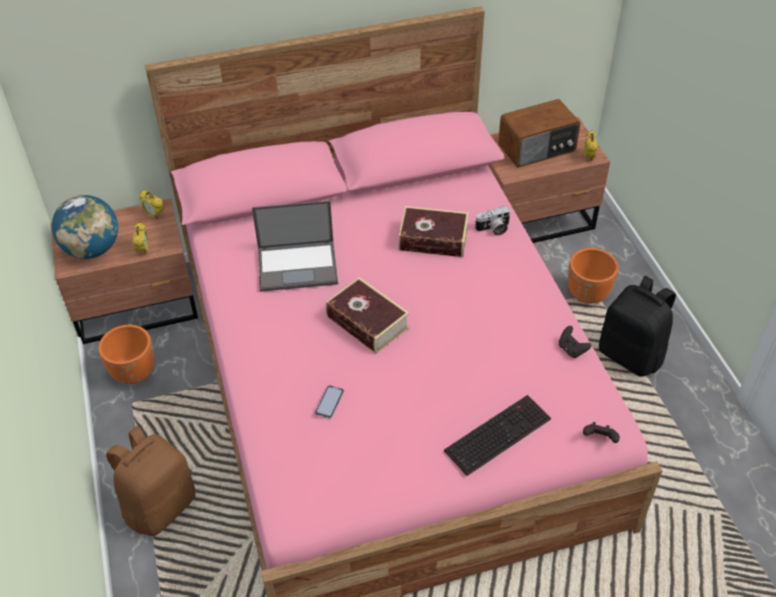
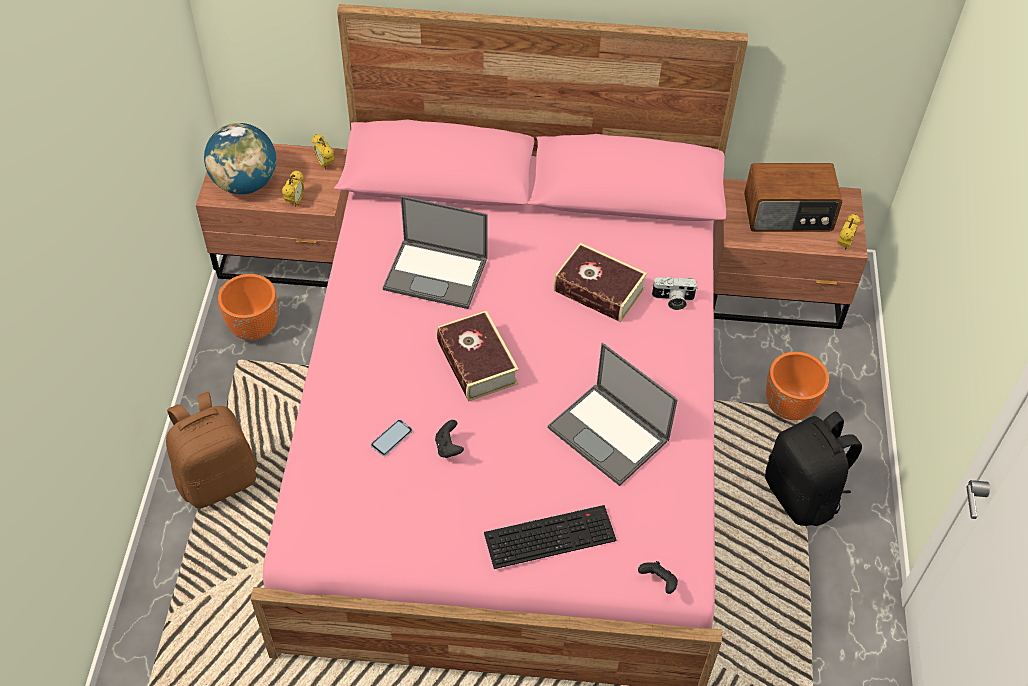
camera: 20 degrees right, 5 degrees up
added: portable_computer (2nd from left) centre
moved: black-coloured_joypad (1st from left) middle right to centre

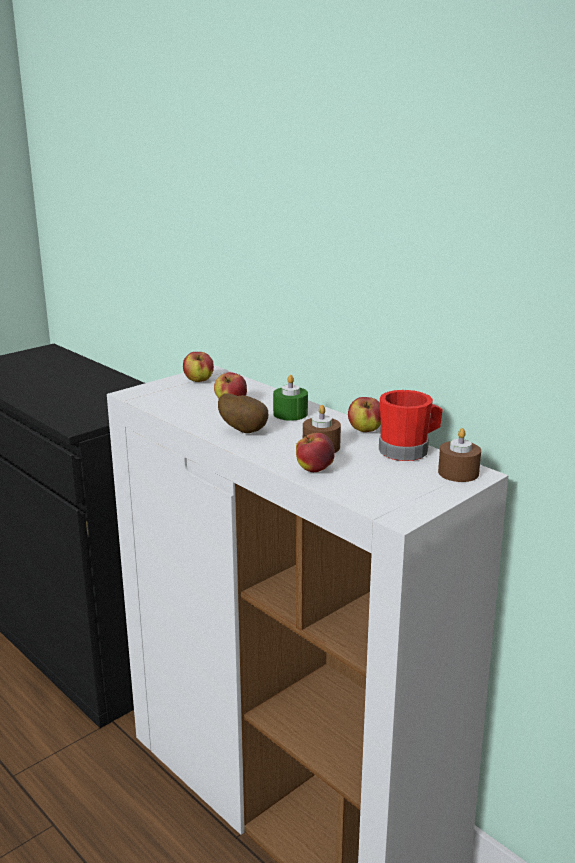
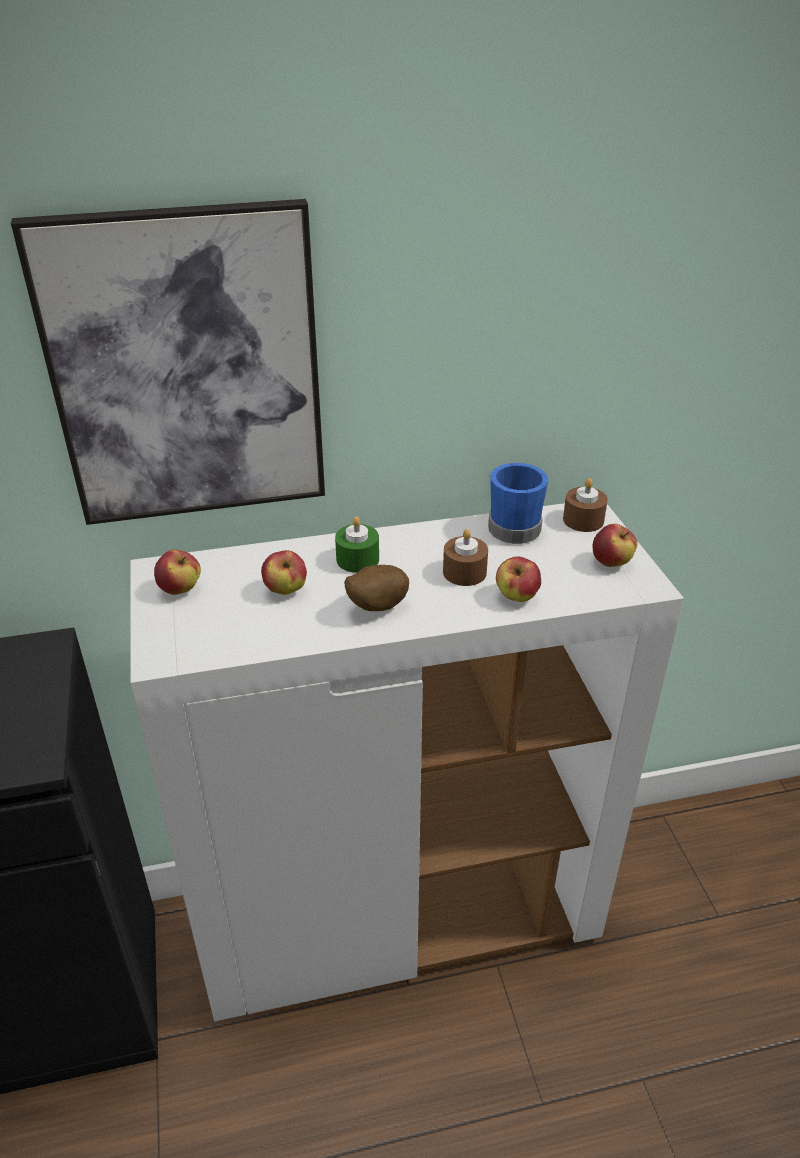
camera: 60 degrees left, 15 degrees up
added: wall_art top left
moved: apple (4th from left) centre to middle right
recoloured: reddish_coffee_mug middle right to blue_coffee_mug centre

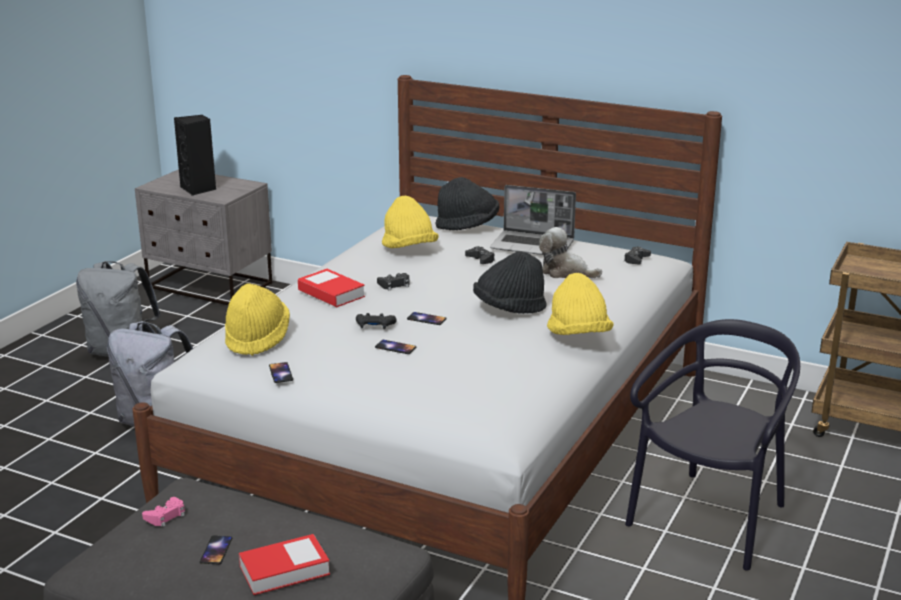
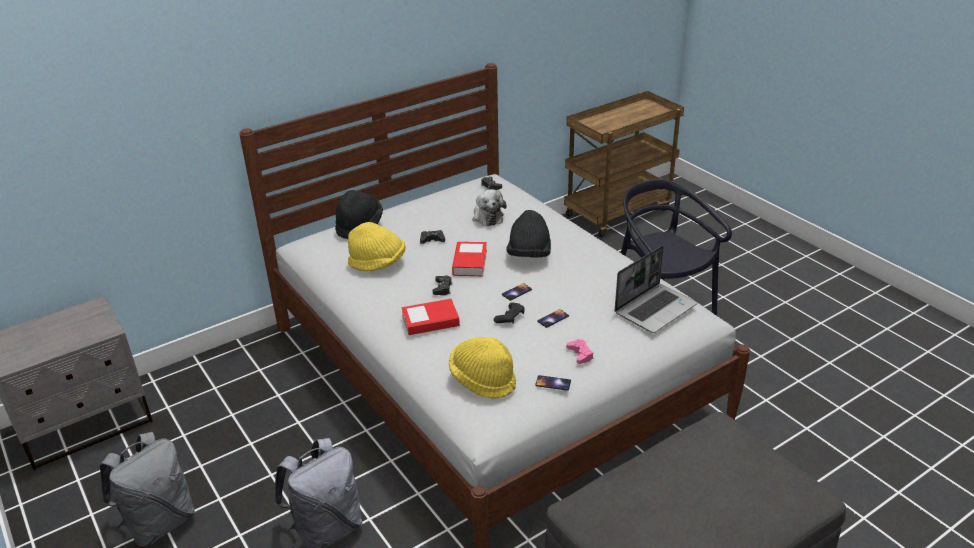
camera: 60 degrees left, 10 degrees up
removed: black-coloured_audio_speaker top left; telephone (1st from left) bottom left; yellowish_wearable_hat (3rd from left) centre
moved: volume (1st from left in the first image) bottom left to volume (2nd from left) centre; pinkish_joypad bottom left to centre; portable_computer centre to middle right
turned: cuddly_toy centre = centre 75 degrees counterclockwise

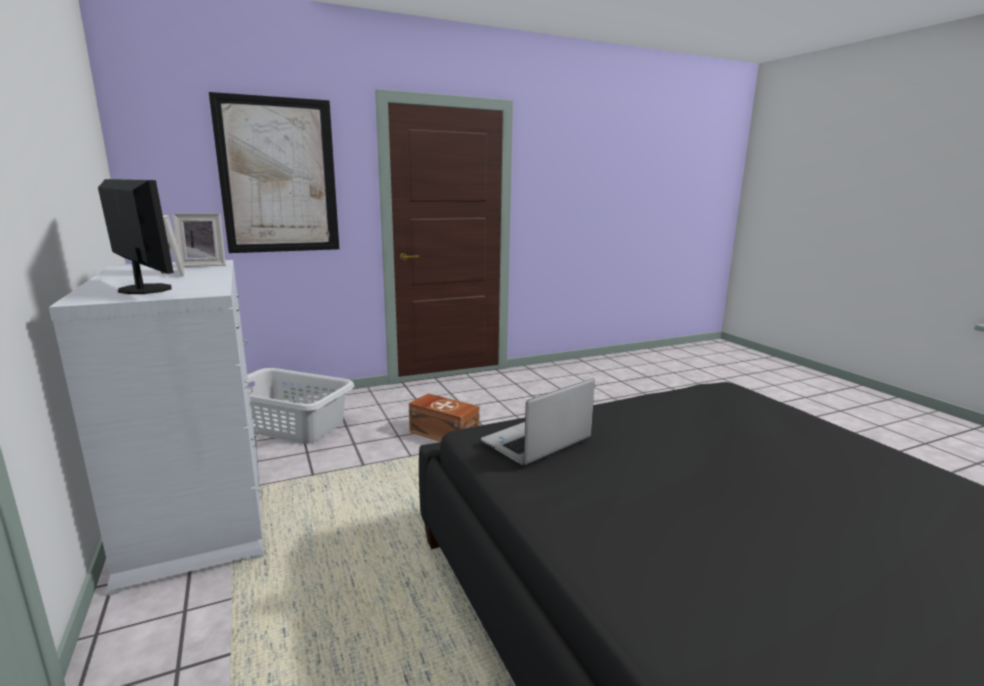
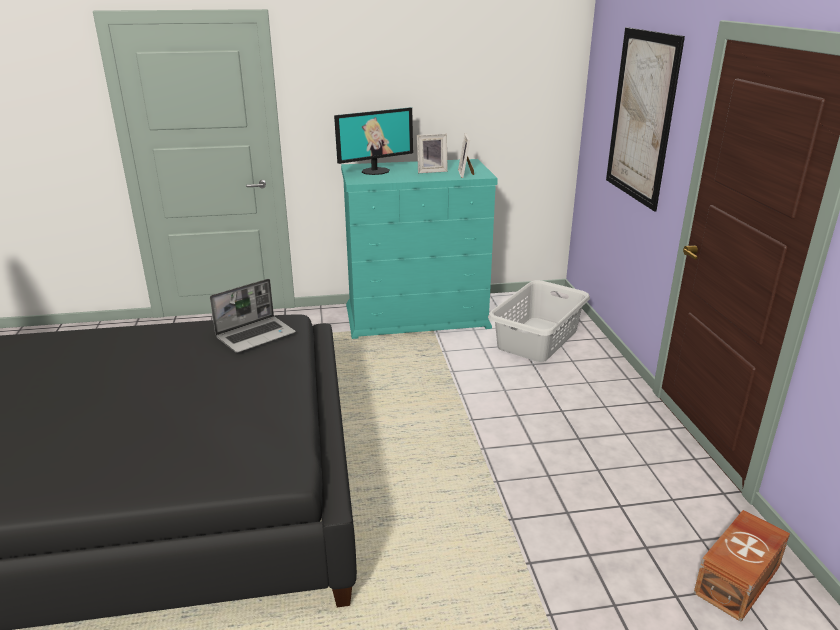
camera: 105 degrees right, 10 degrees up
moved: brownish_storage_container centre to bottom right
recoloured: white_dresser middle left to turquoise_dresser centre
turned: portable_computer centre = middle left 75 degrees clockwise

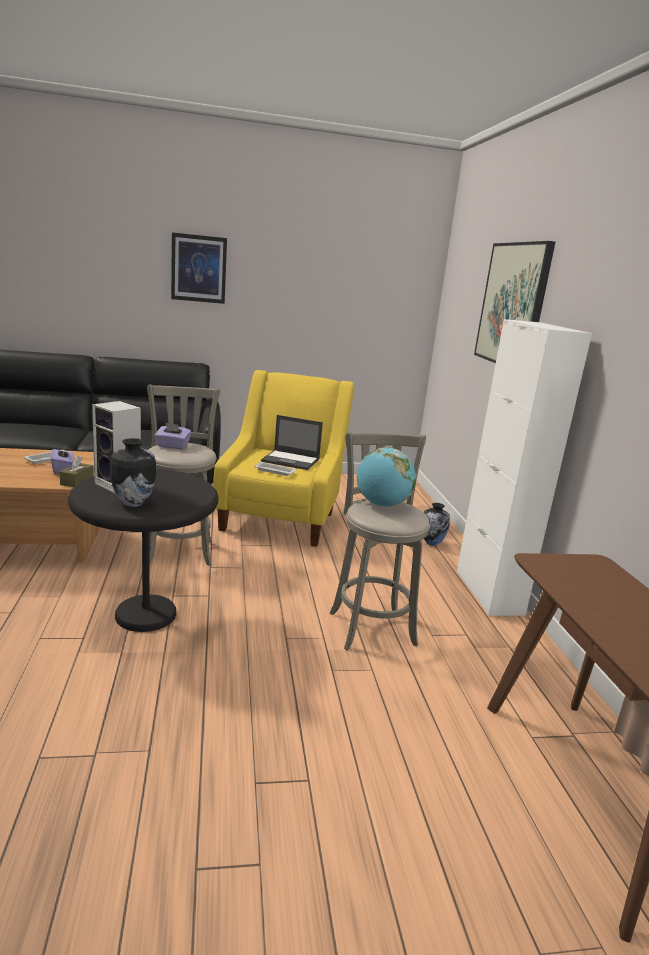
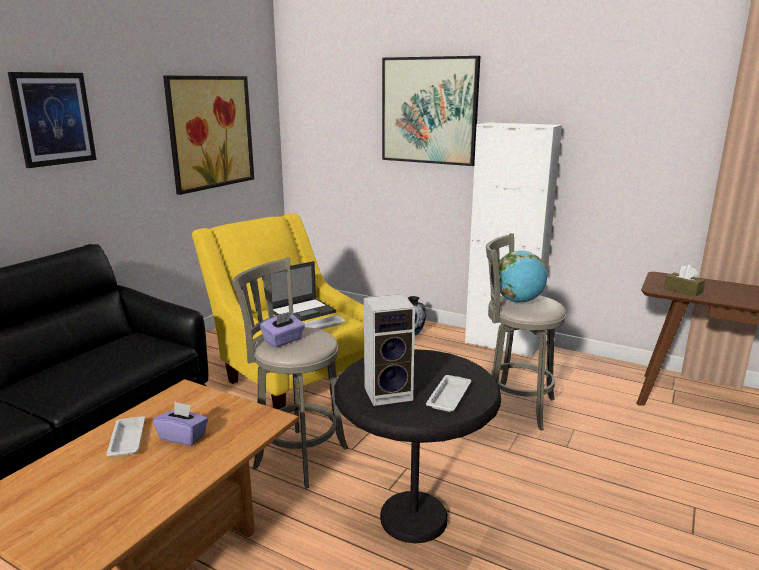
camera: 50 degrees left, 0 degrees up
added: wall_art (2nd from left) top left
moved: brownish_box_of_tissues middle left to middle right
replaced: vase (1st from left) middle left to white_serving_tray (3rd from left) bottom centre

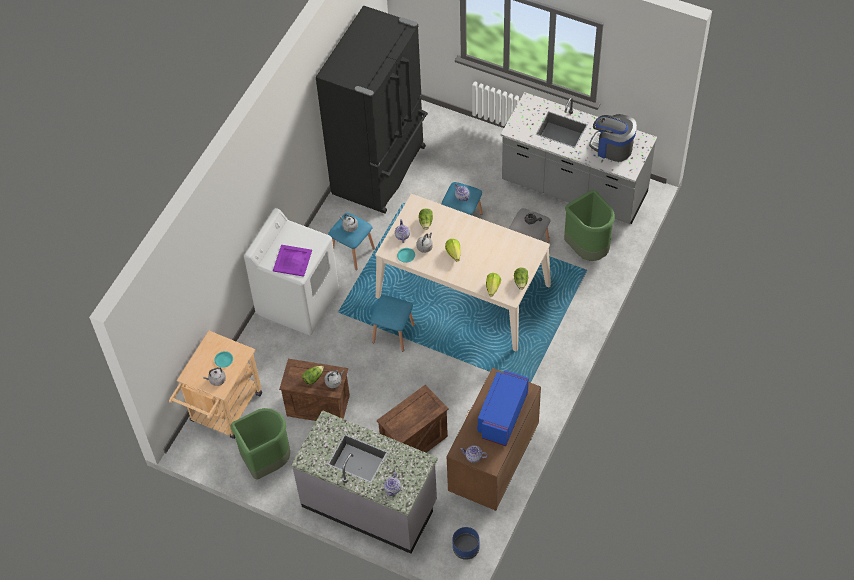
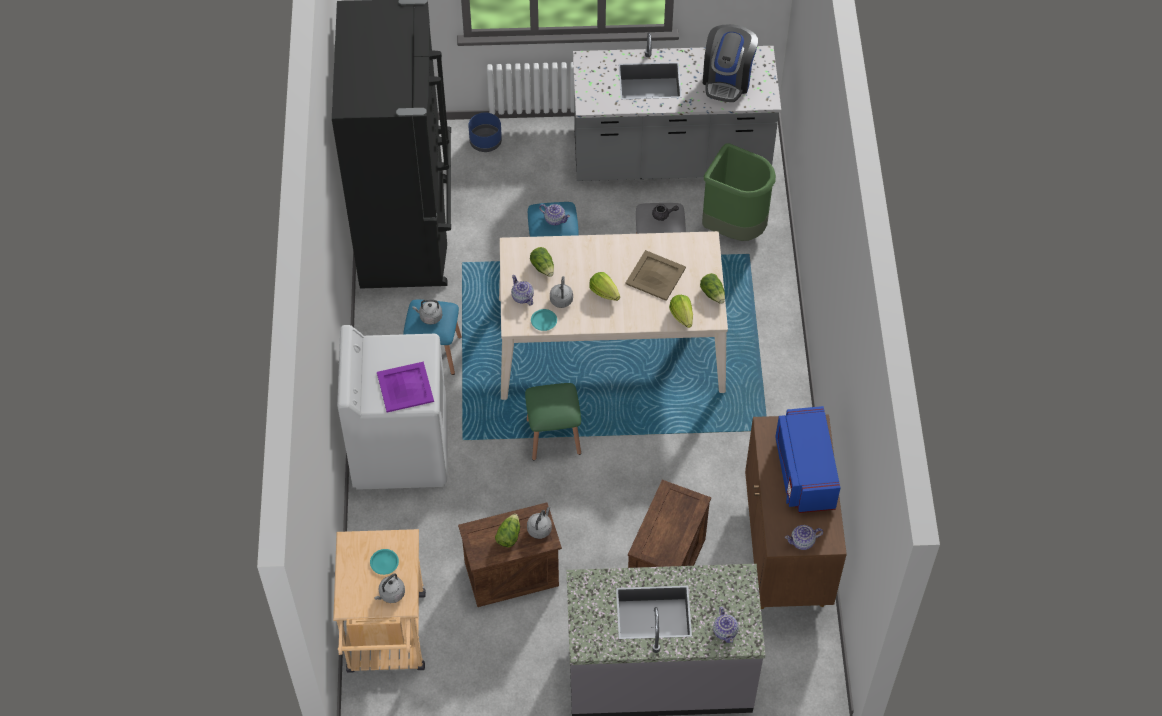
camera: 30 degrees left, 0 degrees up
removed: green_rubbish_bin (1st from left) bottom left
added: beige-coloured_serving_tray centre
moved: blue_flower_pot bottom centre to top centre
recoloured: blue_stool_seat (2nd from left) centre to green_stool_seat centre
turned: coffee_brewer top right = top centre 75 degrees counterclockwise

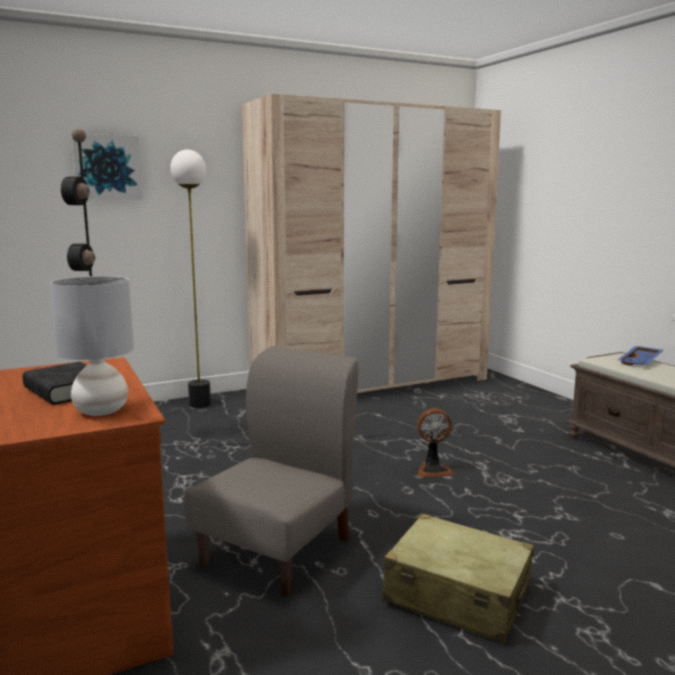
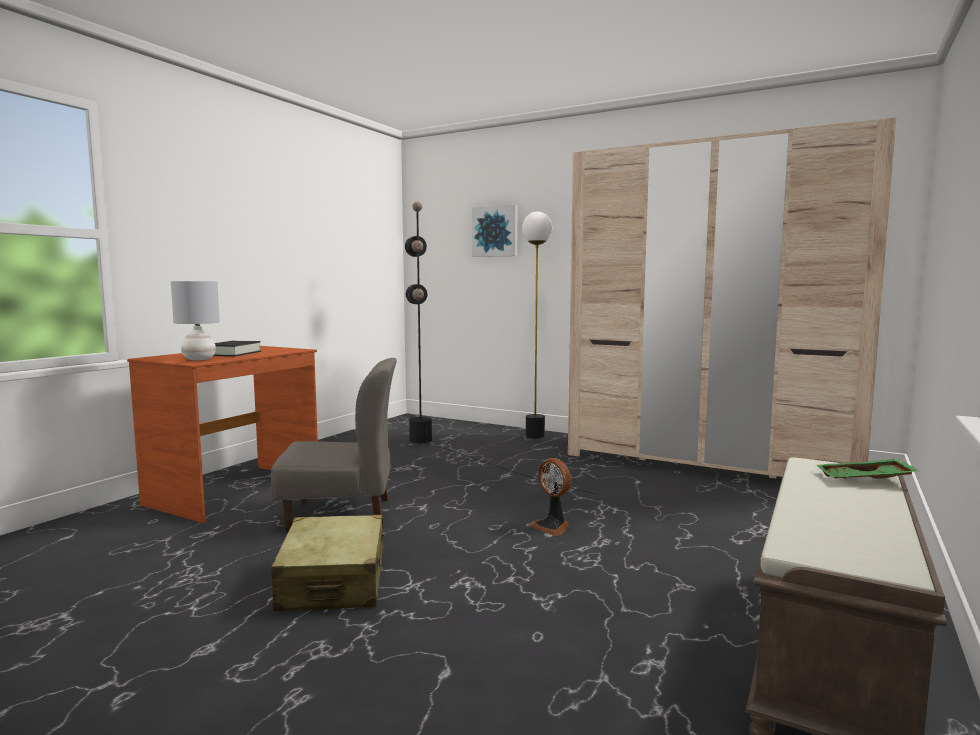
camera: 55 degrees right, 5 degrees down
recoloured: blue_serving_tray middle right to green_serving_tray middle right

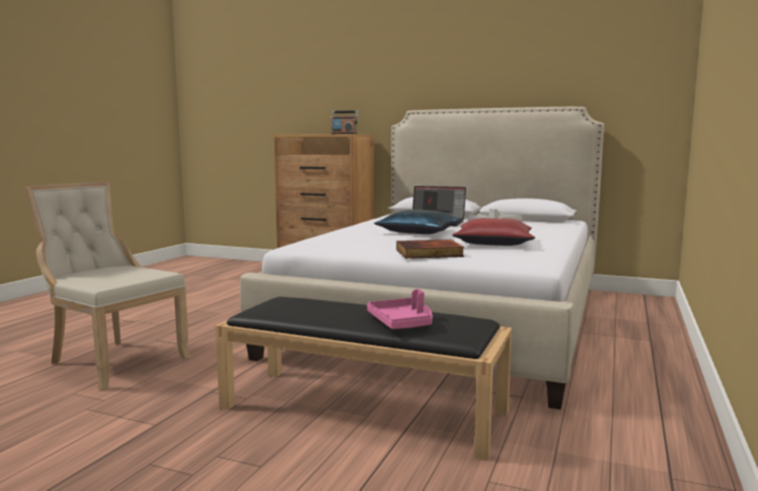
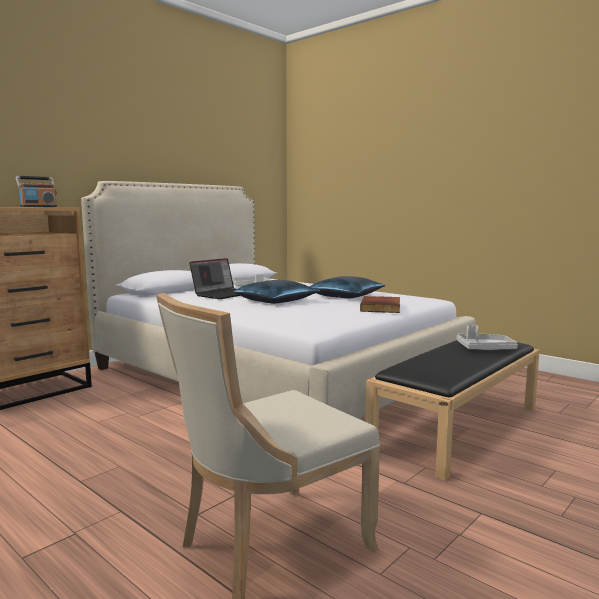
camera: 70 degrees left, 0 degrees up
recoloured: reddish_throw_pillow centre to blue_throw_pillow (2nd from left) centre; pinkish_serving_tray centre to grey_serving_tray (2nd from left) middle right

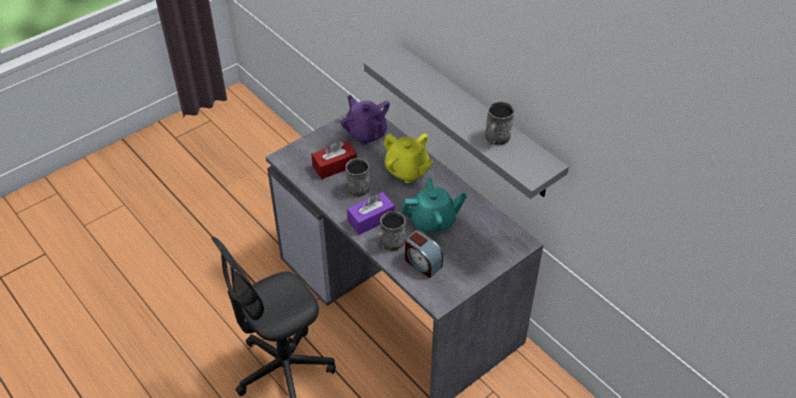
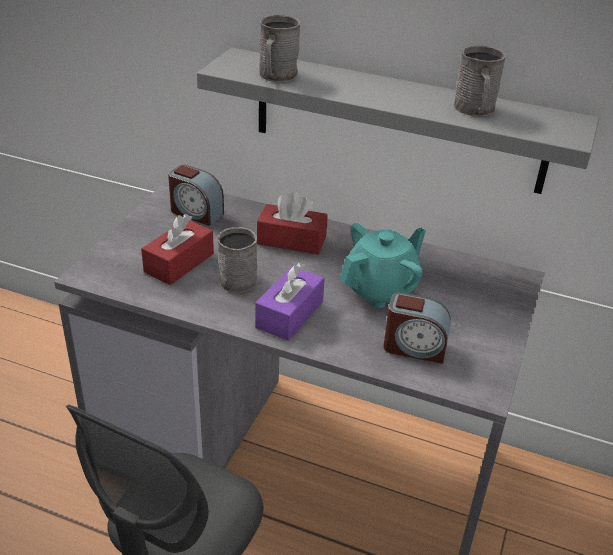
camera: 30 degrees left, 10 degrees down
moved: grey_coffee_mug (2nd from left) centre to top centre
replaced: purplish_pot_for_tea top centre to alarm_clock (1st from left) middle left; yellowish_pot_for_tea centre to reddish_box_of_tissues (2nd from left) centre

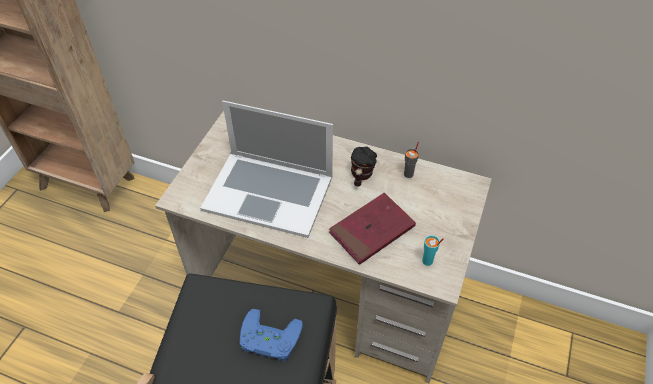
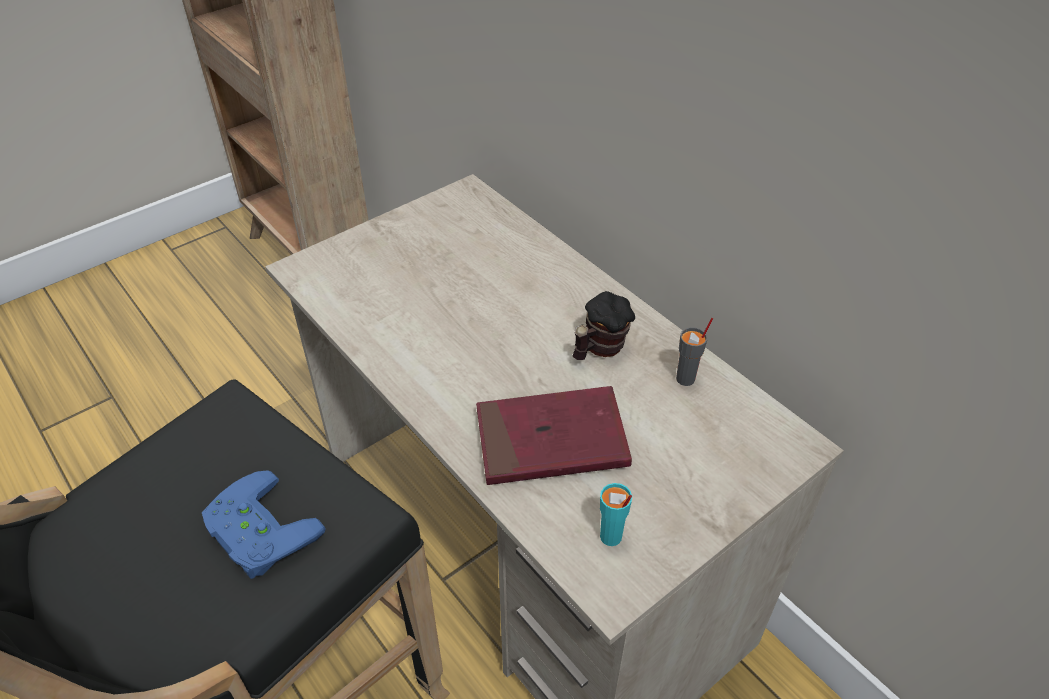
camera: 30 degrees right, 5 degrees down
removed: portable_computer centre

